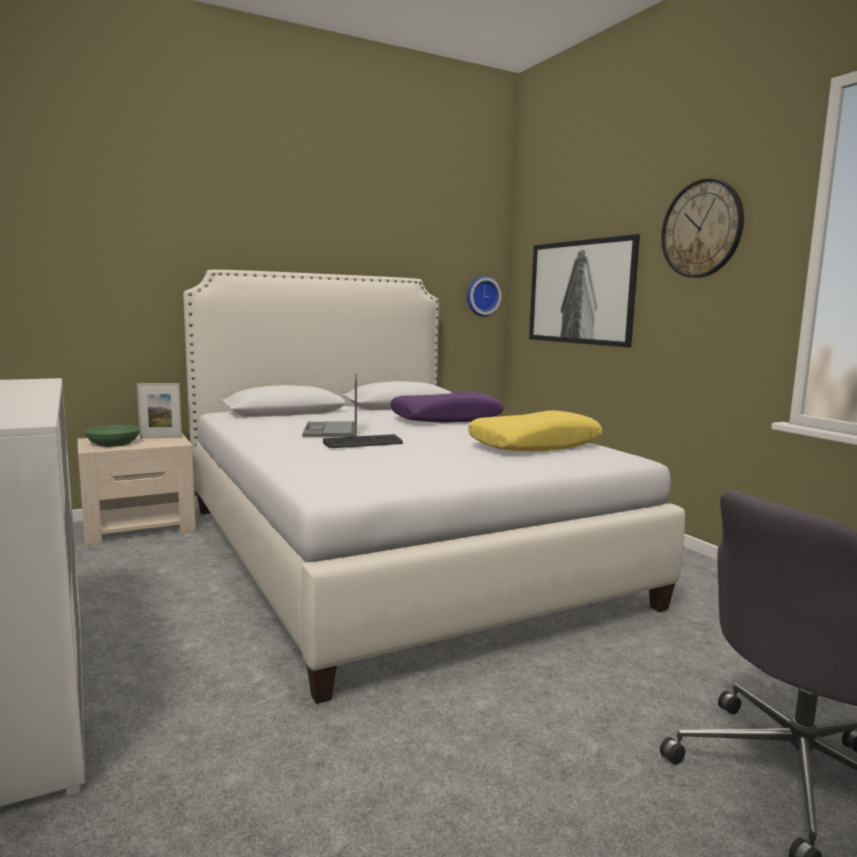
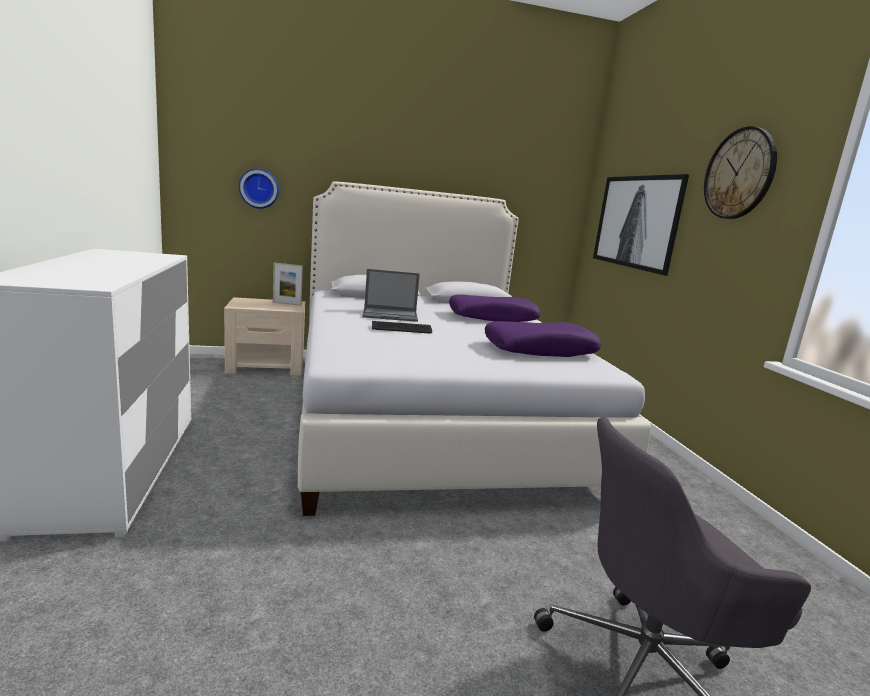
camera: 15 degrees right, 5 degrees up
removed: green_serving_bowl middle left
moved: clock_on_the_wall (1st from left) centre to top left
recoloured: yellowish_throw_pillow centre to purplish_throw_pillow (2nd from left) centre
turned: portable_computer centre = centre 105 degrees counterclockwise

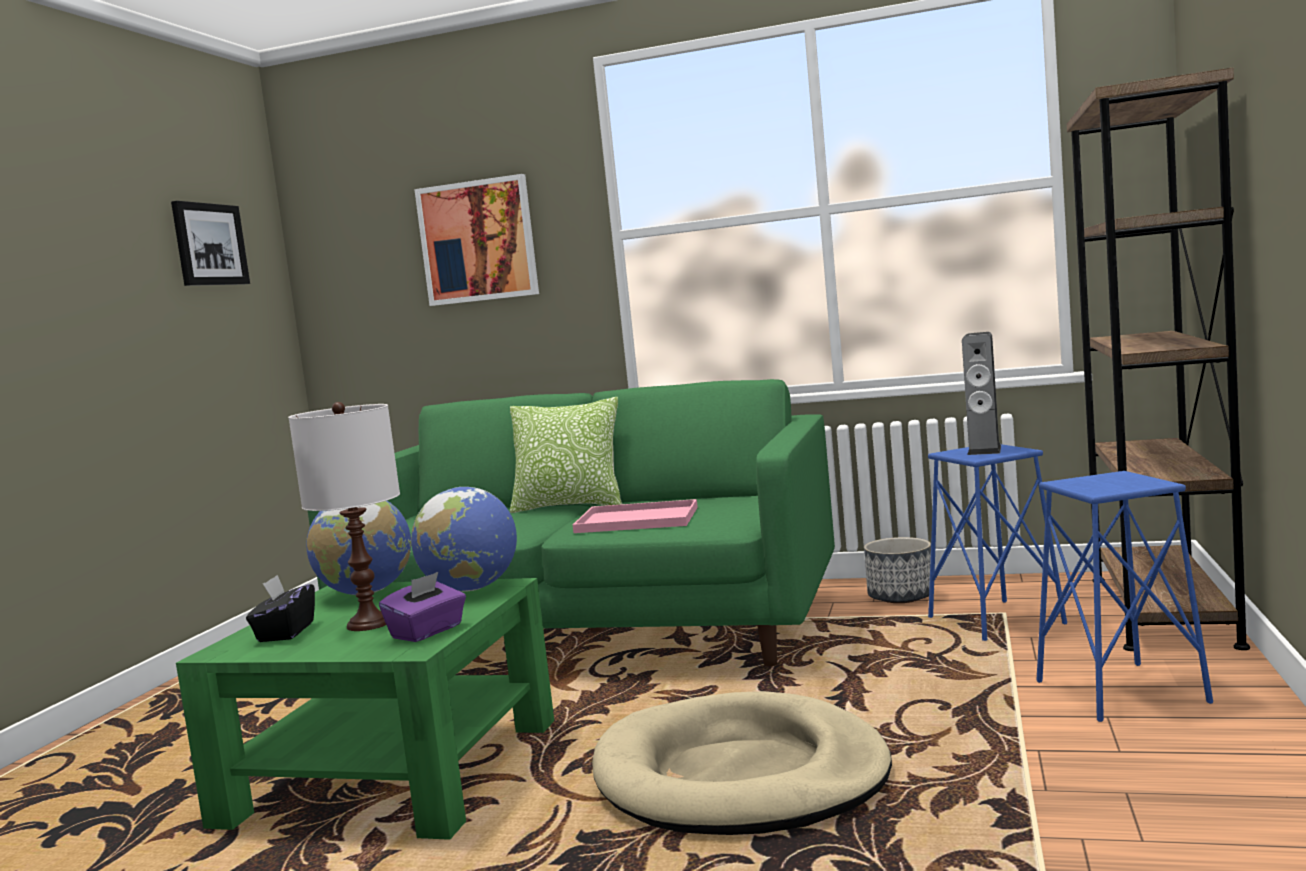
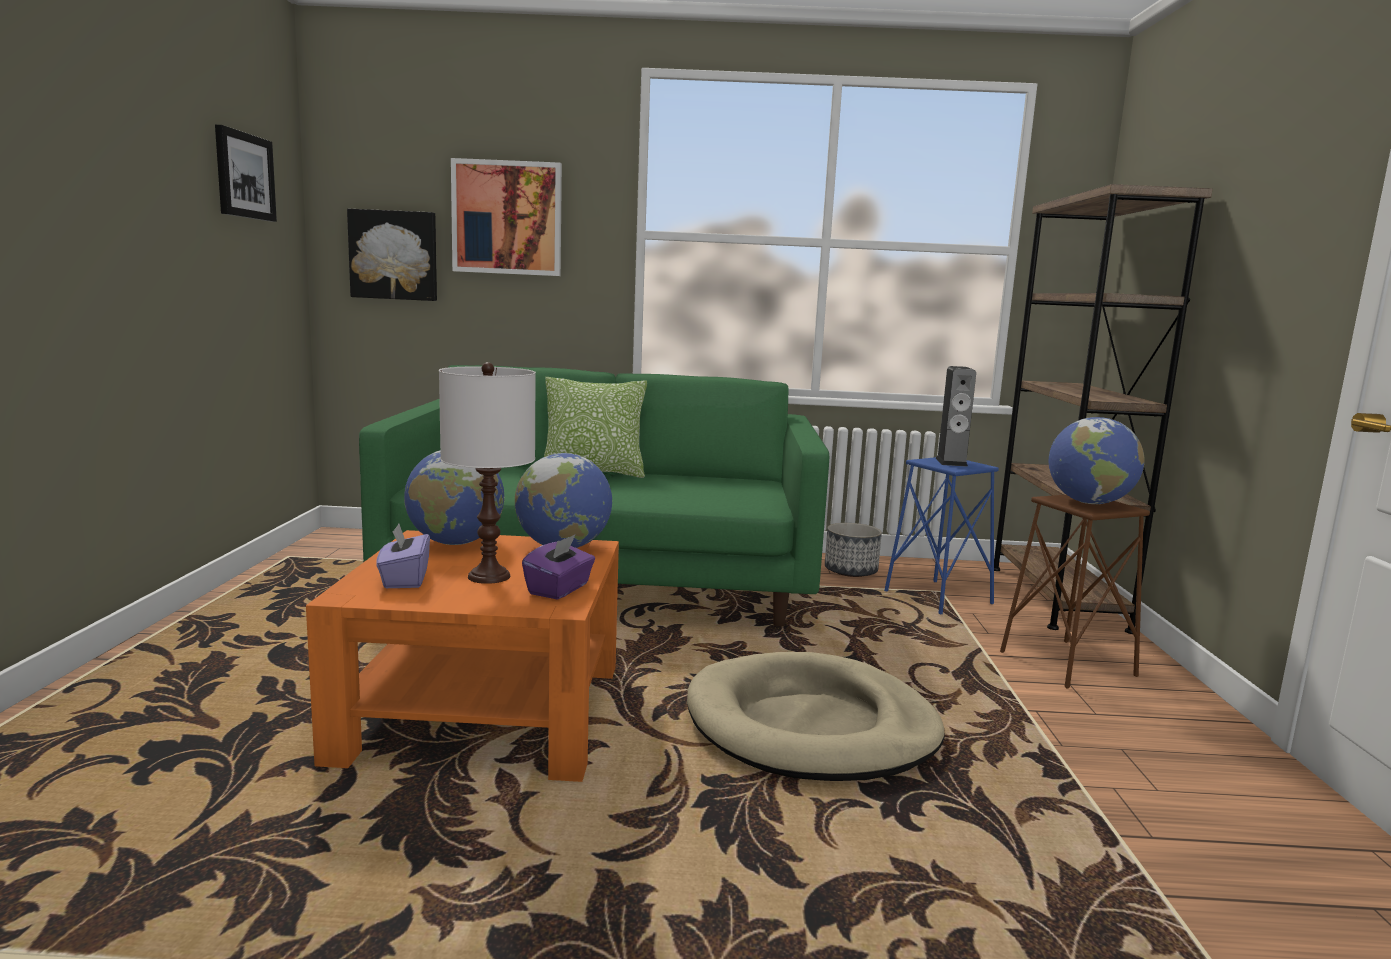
camera: 15 degrees left, 5 degrees up
removed: pinkish_serving_tray centre
added: wall_art (2nd from left) top left; world_globe (3rd from left) middle right
recoloured: green_lounge_table bottom left to orange_lounge_table bottom left; black-coloured_box_of_tissues bottom left to purplish_box_of_tissues (1st from left) middle left; blue_stool_seat (2nd from left) bottom right to brownish_stool_seat middle right

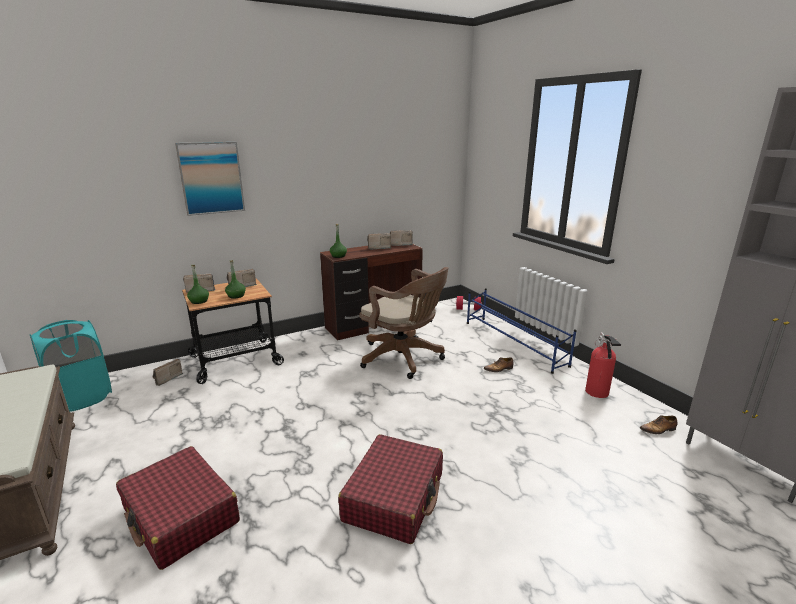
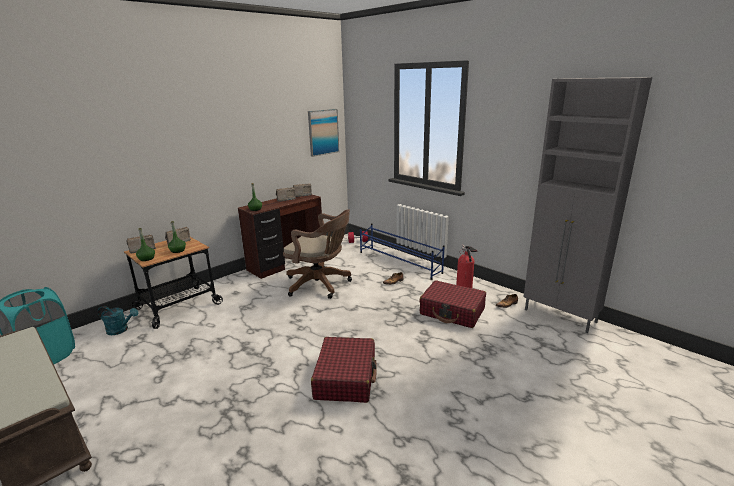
camera: 15 degrees left, 0 degrees up
moved: wall_art top left to top centre; reddish_piece_of_luggage (1st from left in the first image) bottom left to reddish_piece_of_luggage (2nd from left) centre
replaced: radio (1st from left) middle left to turquoise_watering_can middle left

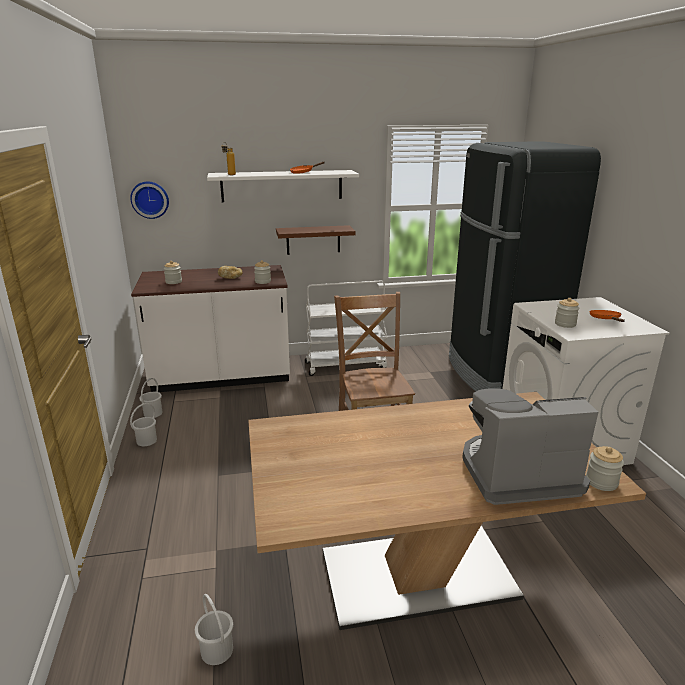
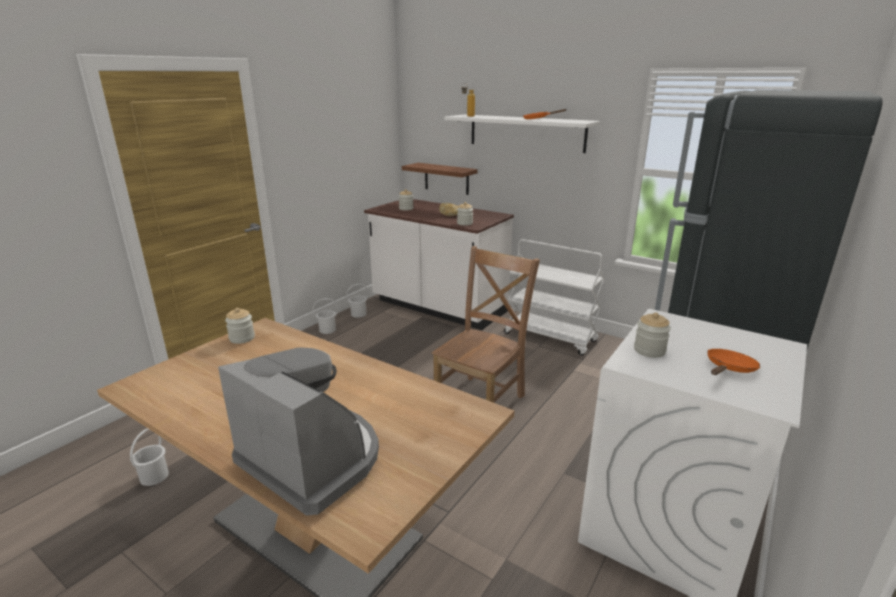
camera: 45 degrees right, 0 degrees up
removed: clock_on_the_wall top left
moved: storage_jar (4th from left in the first image) bottom right to storage_jar (1st from left) middle left; brownish_bracket_shelf centre to top centre

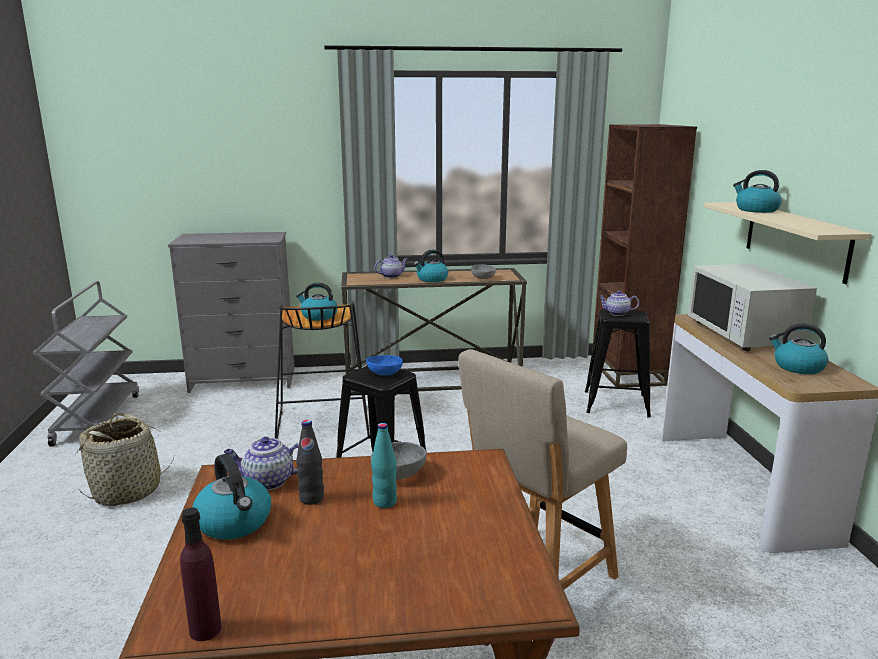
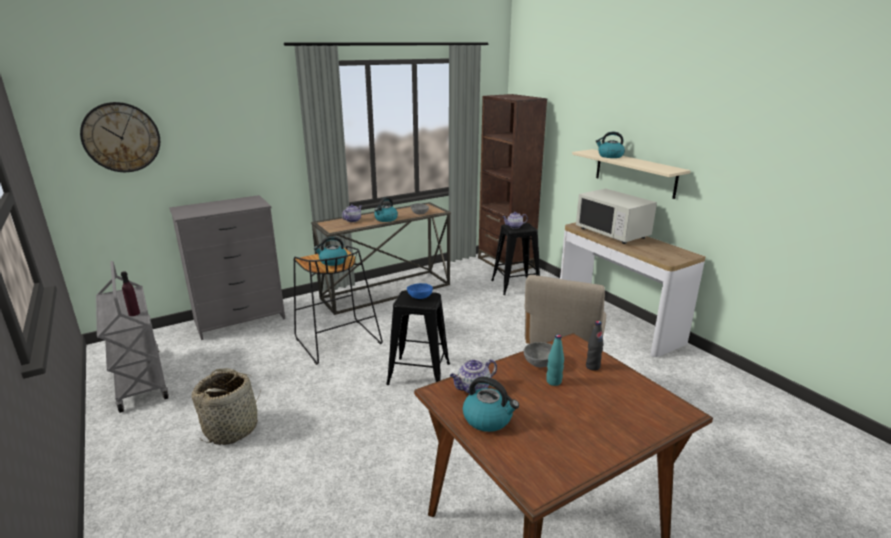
camera: 25 degrees left, 5 degrees up
removed: kettle (5th from left) middle right
added: clock_on_the_wall top left
moved: purplish_beverage_bottle bottom left to middle left; black-coloured_beverage_bottle bottom centre to middle right

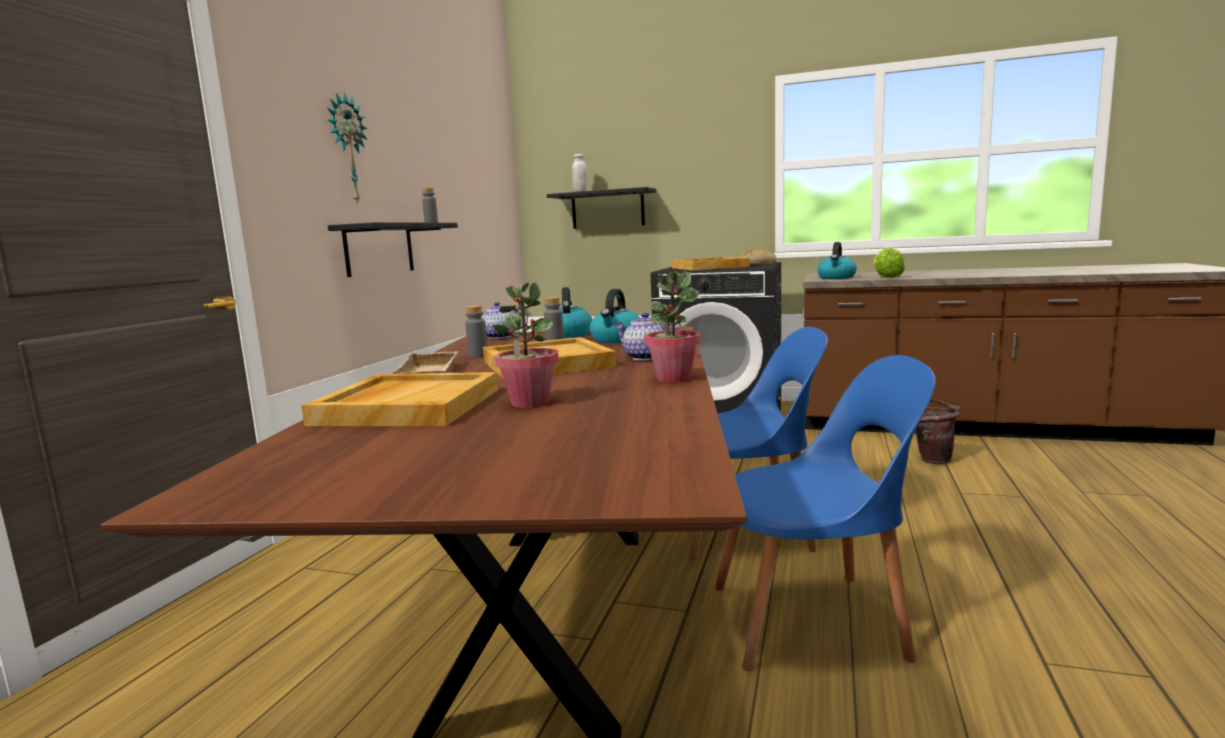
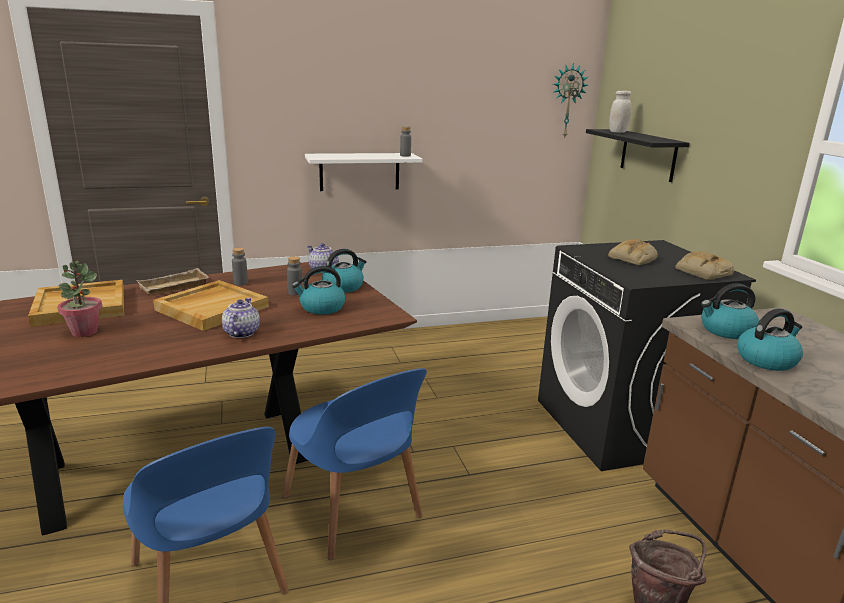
camera: 55 degrees right, 10 degrees up
removed: plant_in_a_pot (2nd from left) centre
moved: clock_on_the_wall top left to top right
replaced: beige-coloured_serving_tray (4th from left) centre to baked_bread (1st from left) middle right; lettuce middle right to kettle (4th from left) middle right
recoloured: black-coloured_bracket_shelf (1st from left) middle left to white_bracket_shelf top centre

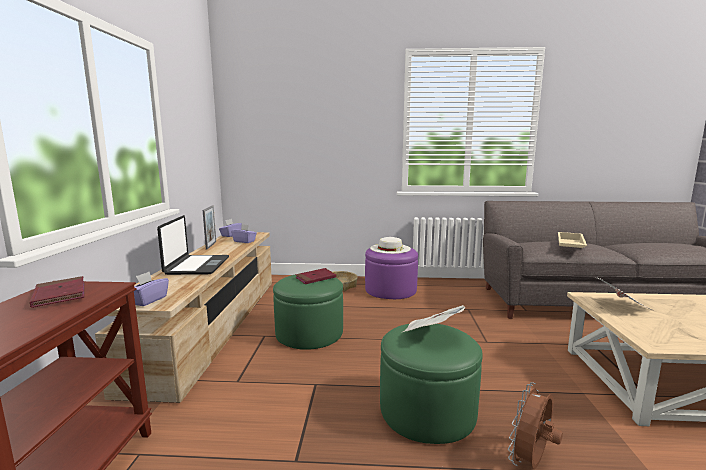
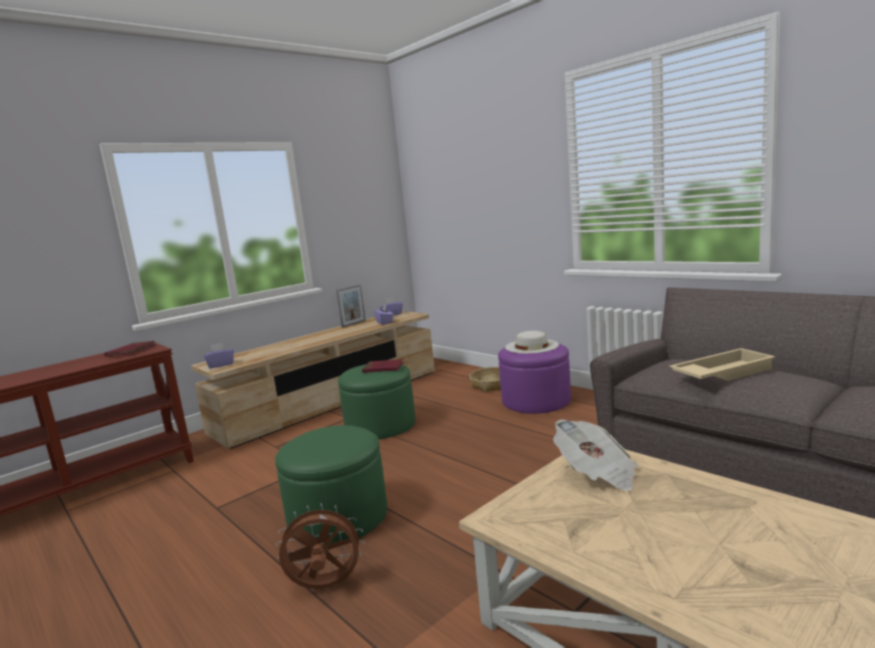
camera: 45 degrees right, 0 degrees up
removed: portable_computer middle left; printed_paper (1st from left) bottom centre

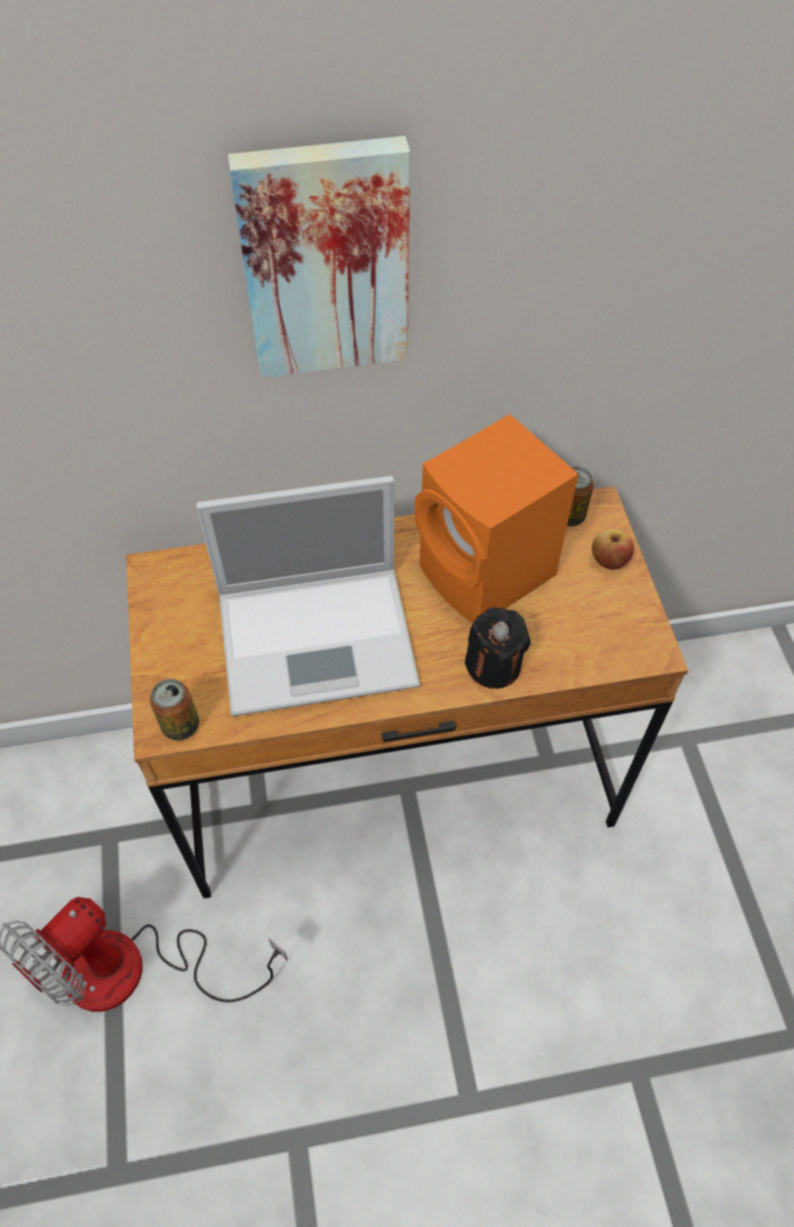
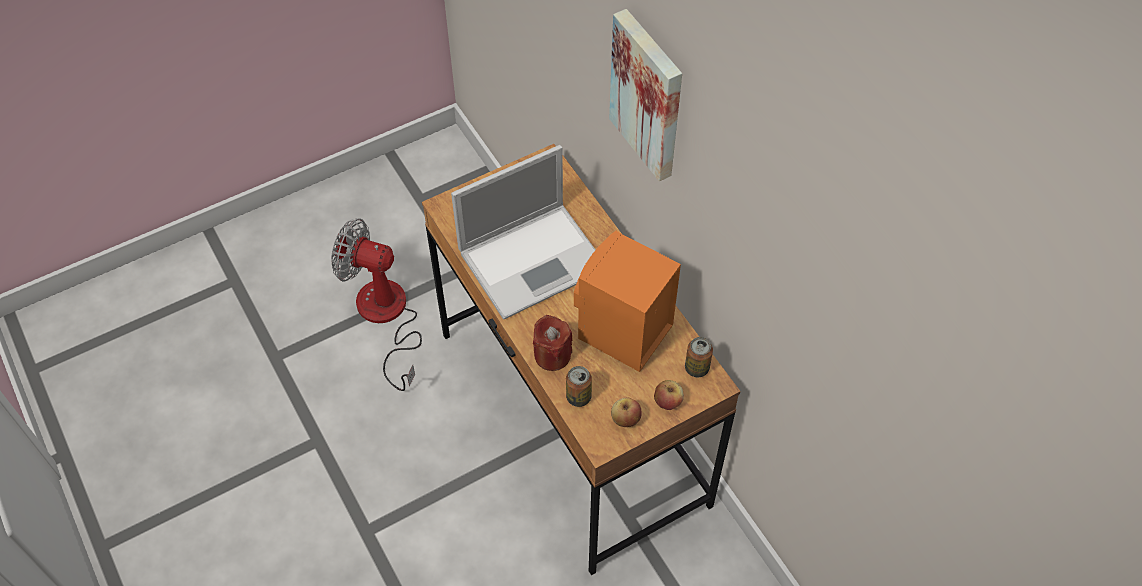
camera: 70 degrees right, 0 degrees up
added: apple (1st from left) bottom centre
moved: sealed_can (1st from left) middle left to centre
recoloured: black-coloured_wax_light centre to reddish_wax_light centre
turned: portable_computer centre = centre 90 degrees counterclockwise

